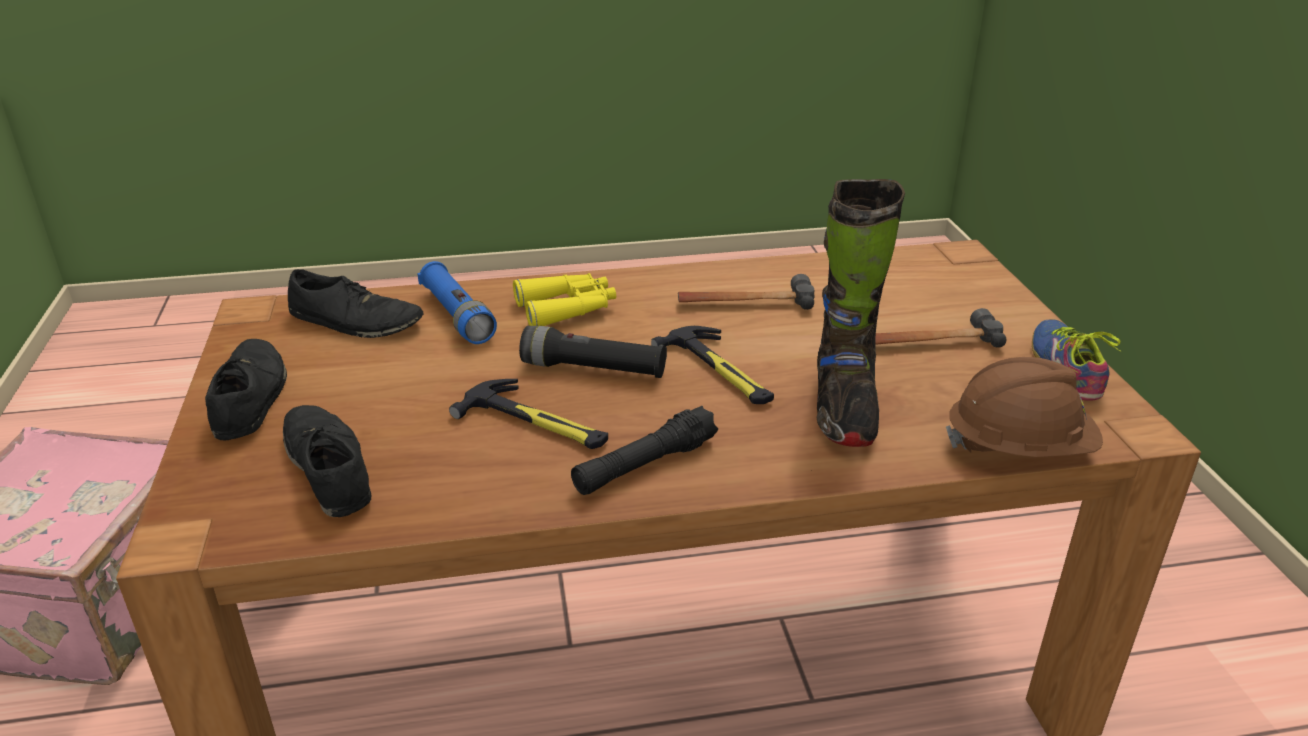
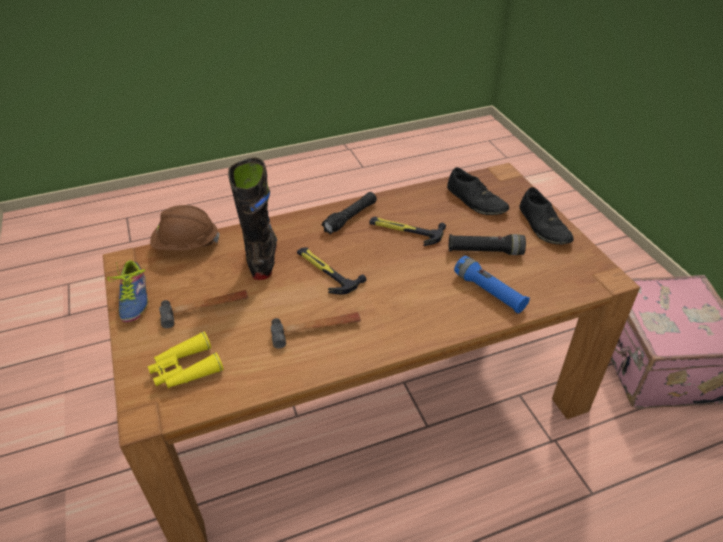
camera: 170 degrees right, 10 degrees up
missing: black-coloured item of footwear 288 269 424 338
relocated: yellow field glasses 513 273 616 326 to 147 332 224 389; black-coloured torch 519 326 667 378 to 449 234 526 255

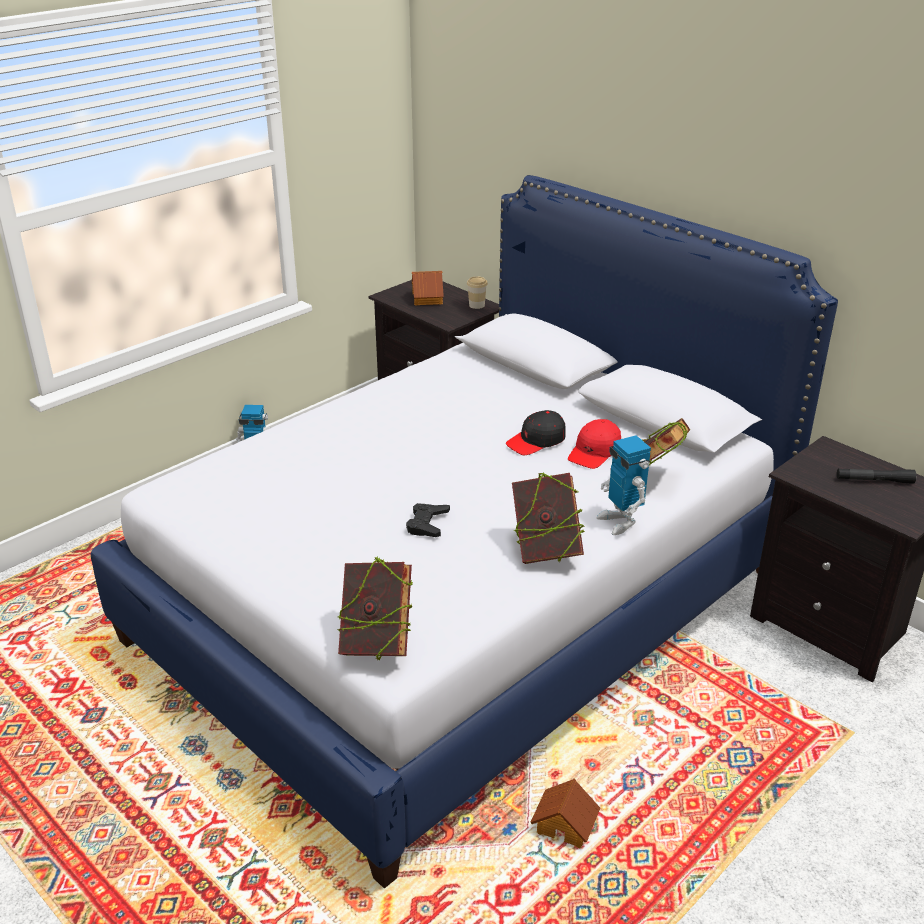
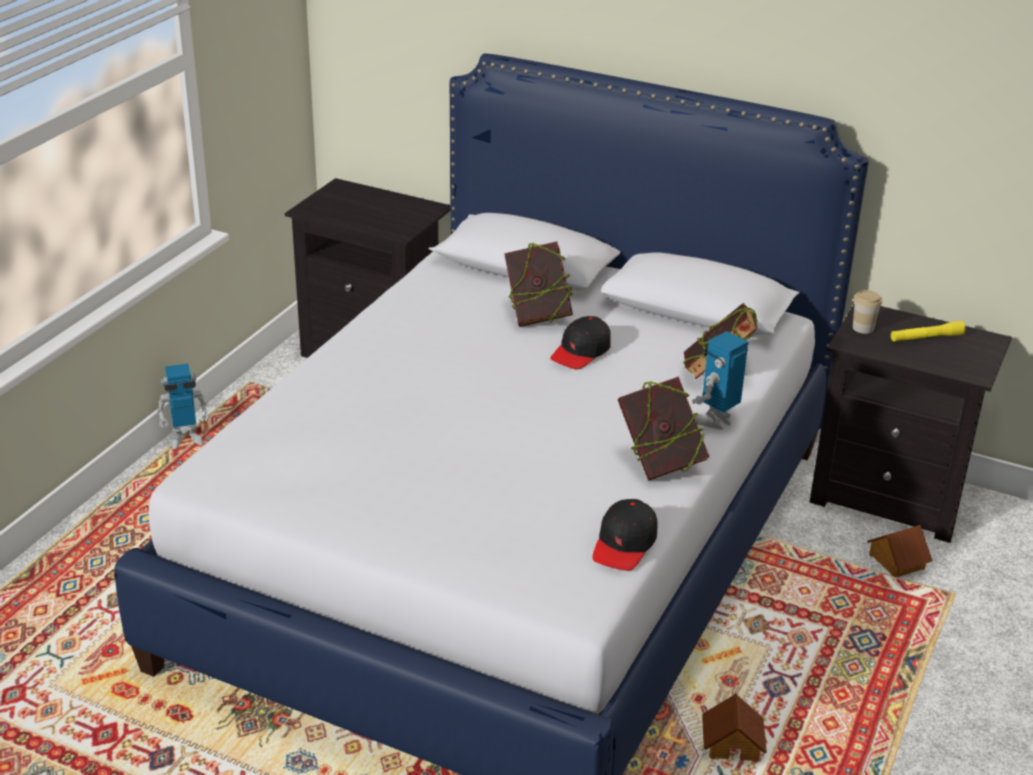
camera: 20 degrees left, 0 degrees up
missing: black-coloured game controller 406 503 450 537; reddish cap 568 419 621 469
appeared: black-coloured cap 592 499 658 571
relocated: book 337 557 413 660 to 504 241 573 327; cup 467 276 488 309 to 853 290 882 334; miniature house 412 271 444 305 to 867 525 932 577
colour: black-coloured torch 837 468 916 484 to yellow torch 891 321 966 342
spun: toy robot 596 435 651 535 = 692 331 749 430 90 degrees clockwise

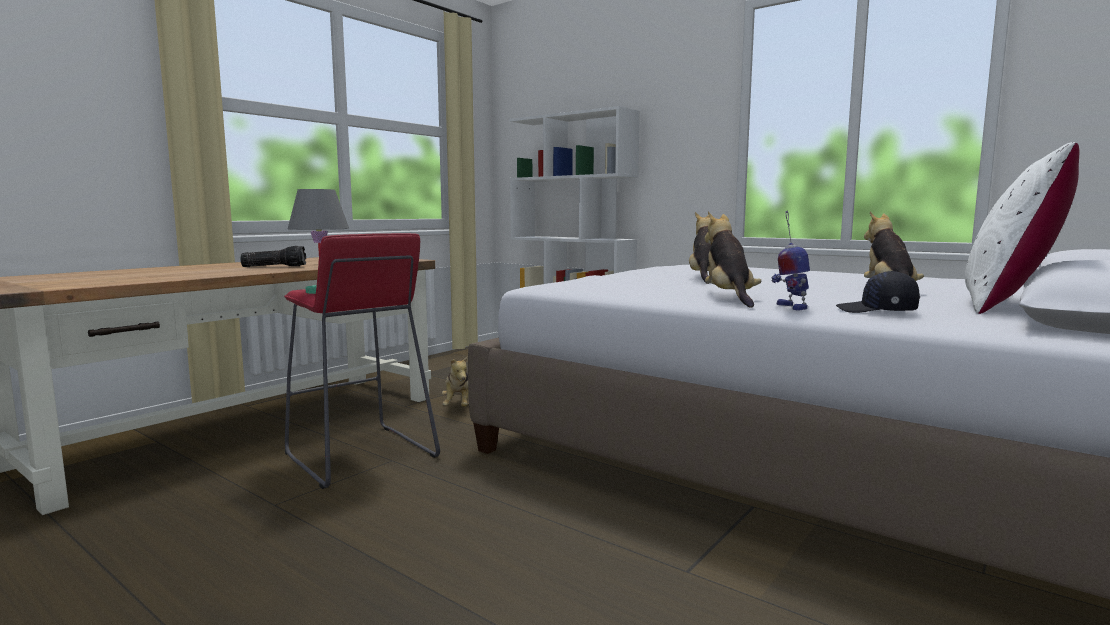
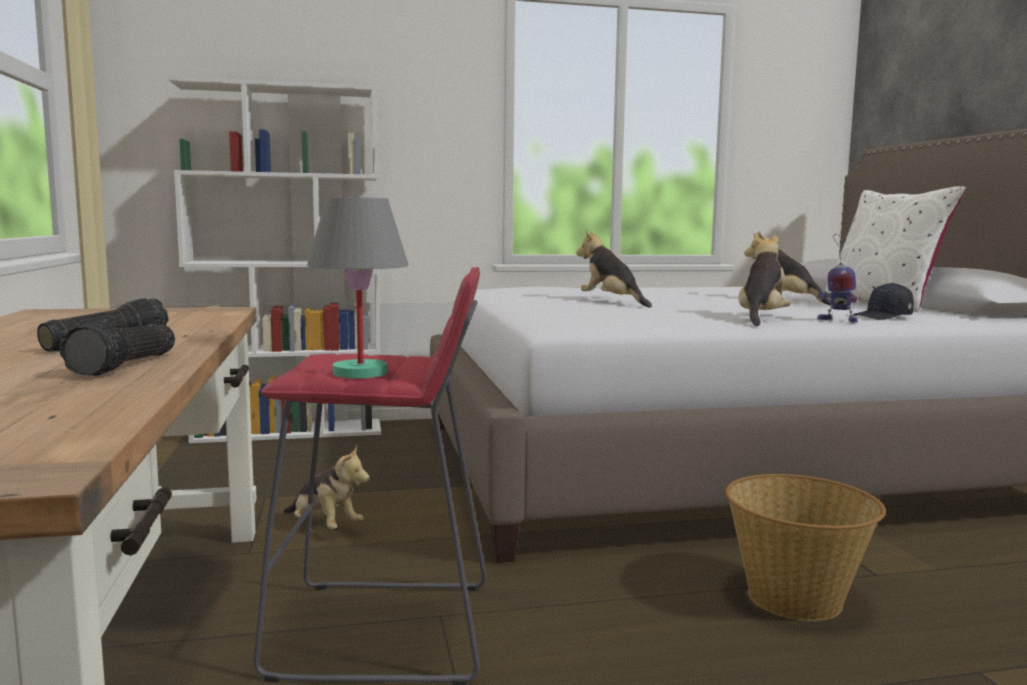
camera: 50 degrees left, 0 degrees up
appeared: torch 60 323 175 376; basket 725 474 886 621
spun: plush toy 705 212 761 308 = 739 233 791 326 75 degrees clockwise

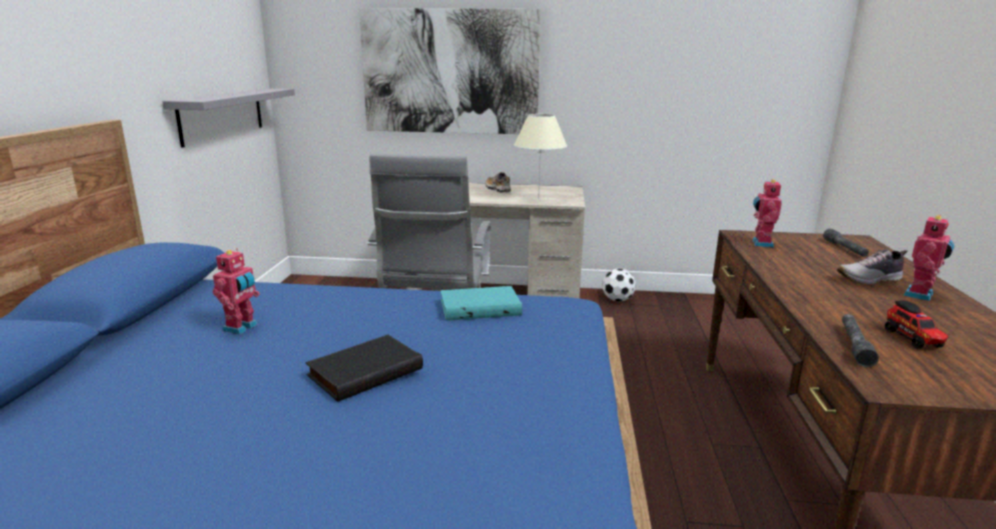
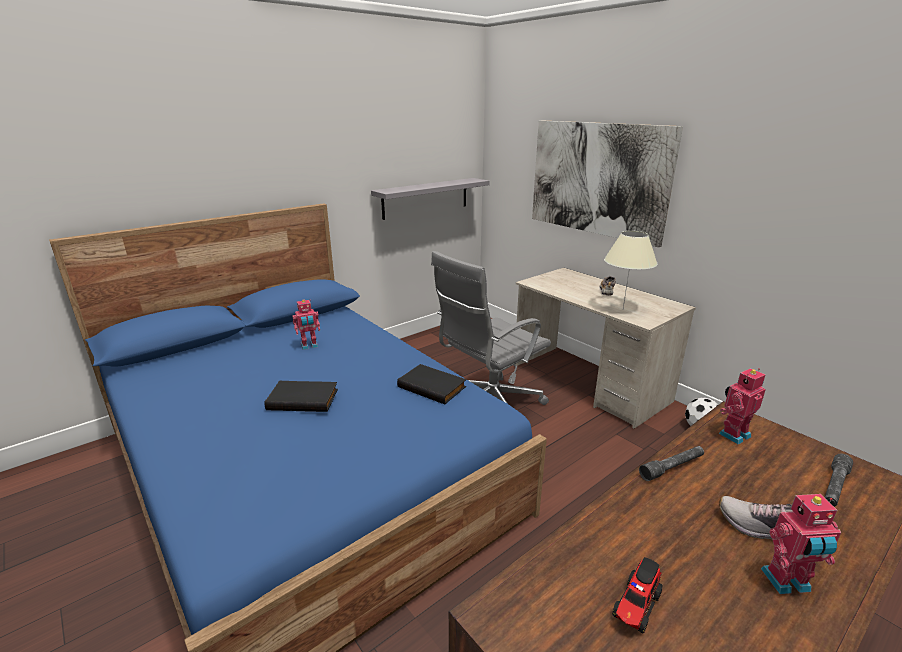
camera: 45 degrees right, 5 degrees up
relocated: gray torch 842 314 879 367 to 639 446 704 481
colour: turquoise-coloured book 440 286 522 321 to black-coloured book 397 364 466 404

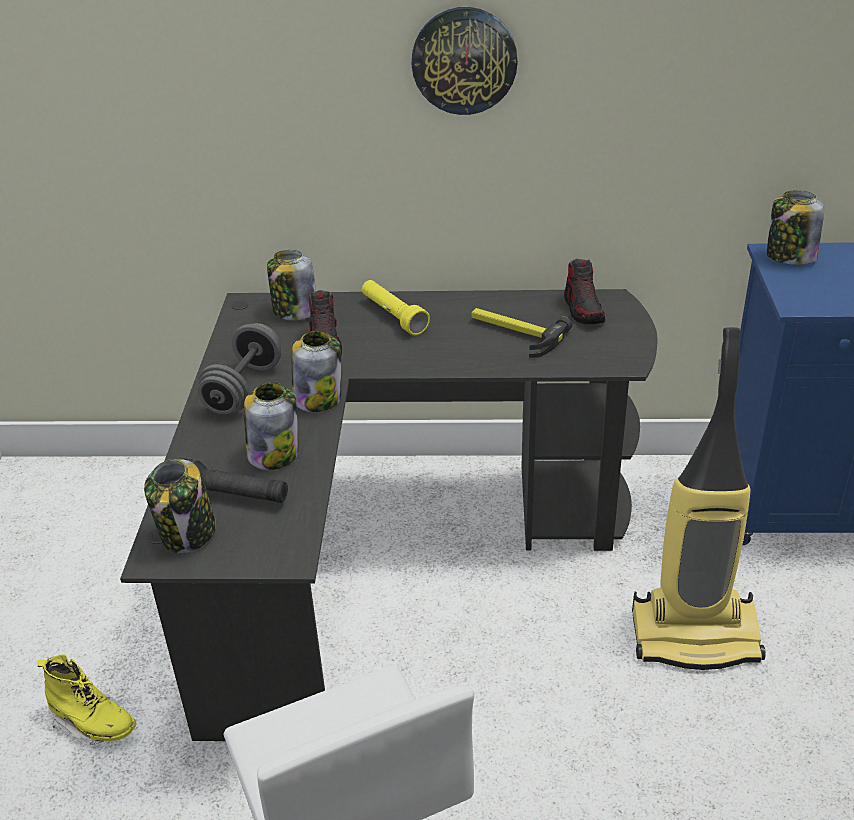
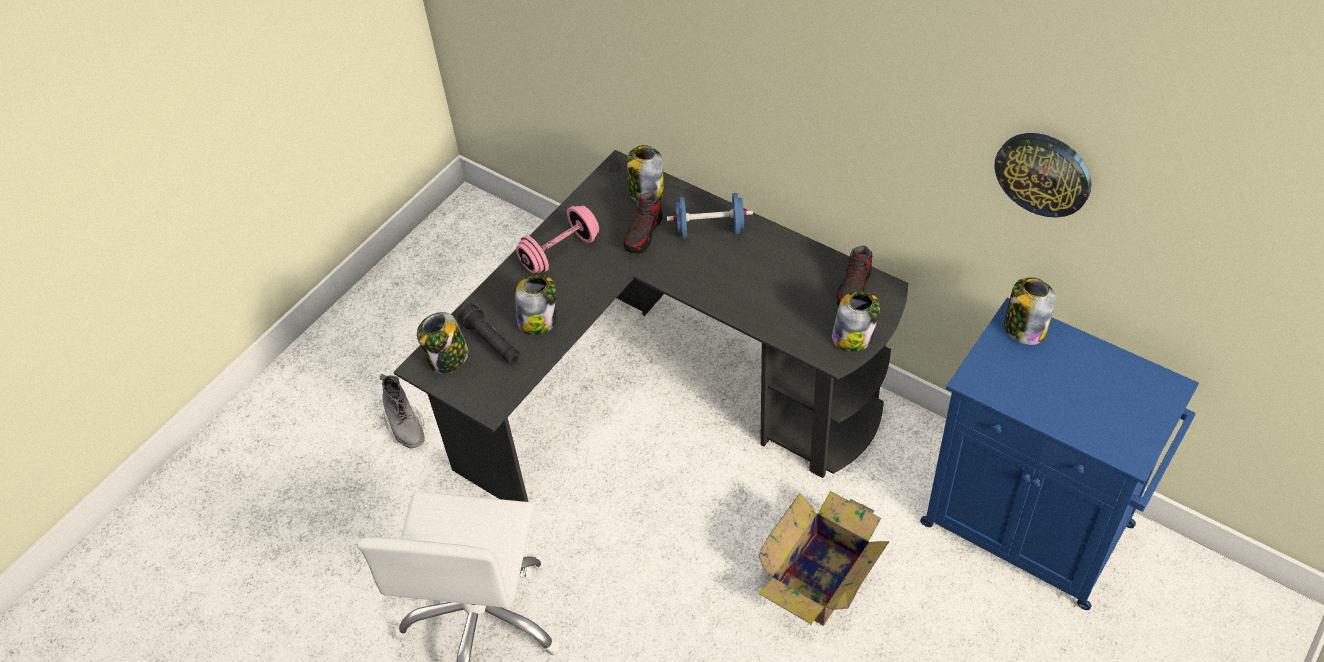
camera: 35 degrees right, 15 degrees up
missing: tool hammer 471 308 572 358
relocated: storage jar 292 331 341 412 to 832 291 880 352; wall clock 411 7 518 115 to 994 133 1092 218
exchanged: yellow torch 362 280 430 336 to blue-coloured free weight 667 193 753 238; vacuum cleaner 632 327 766 670 to carton 759 491 889 626
colour: yellow tall boot 37 654 137 745 to gray tall boot 379 374 425 448; gray free weight 198 323 281 415 to pink free weight 516 206 599 273

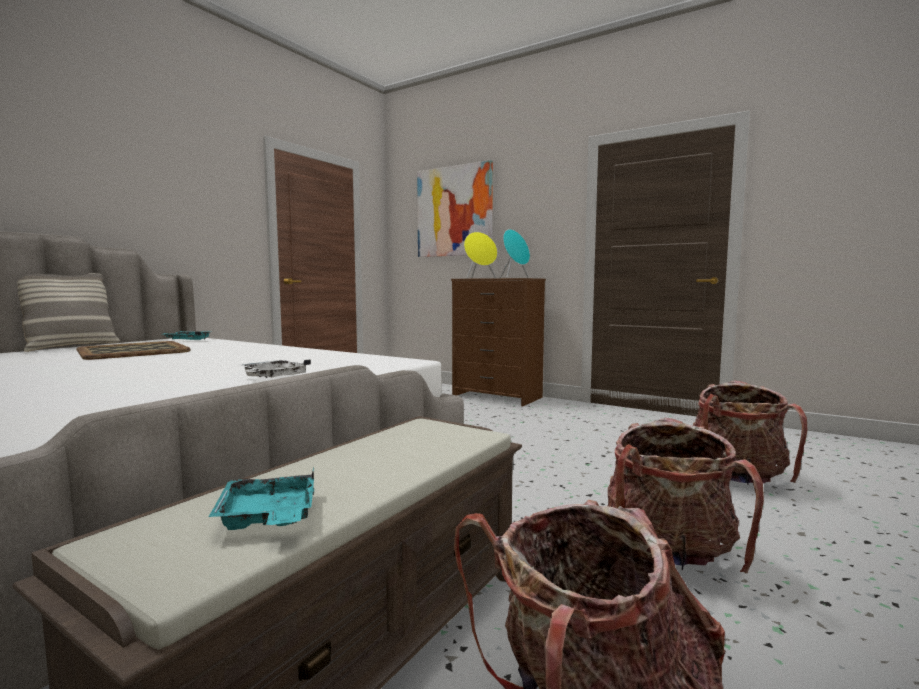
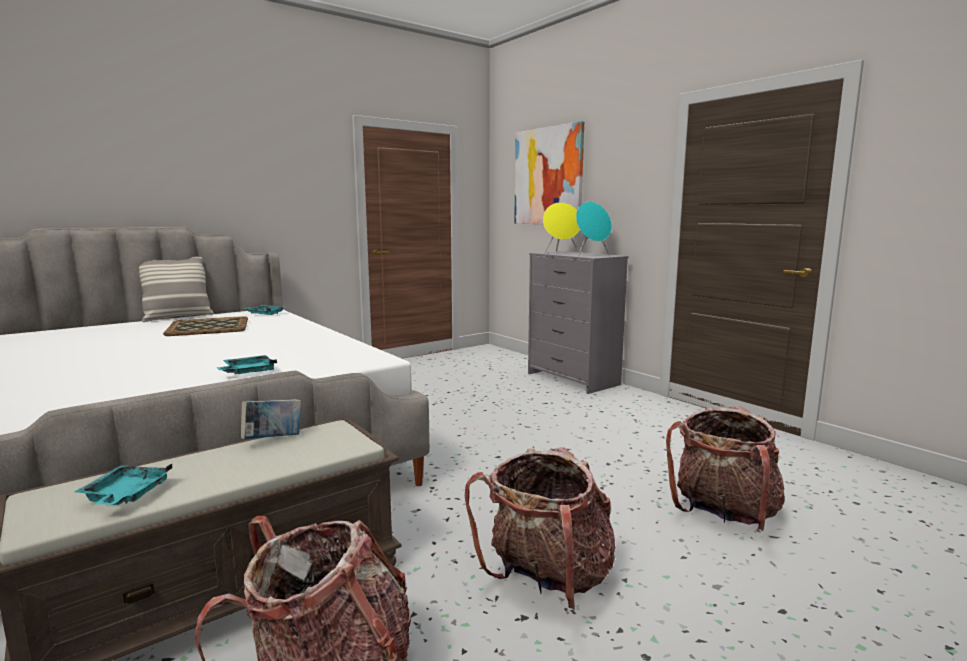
camera: 20 degrees right, 5 degrees up
appeared: book 241 399 301 439
colour: white carrying tray 239 360 311 378 to turquoise-coloured carrying tray 217 355 277 374; brown chest of drawers 451 278 546 406 to gray chest of drawers 528 251 629 394

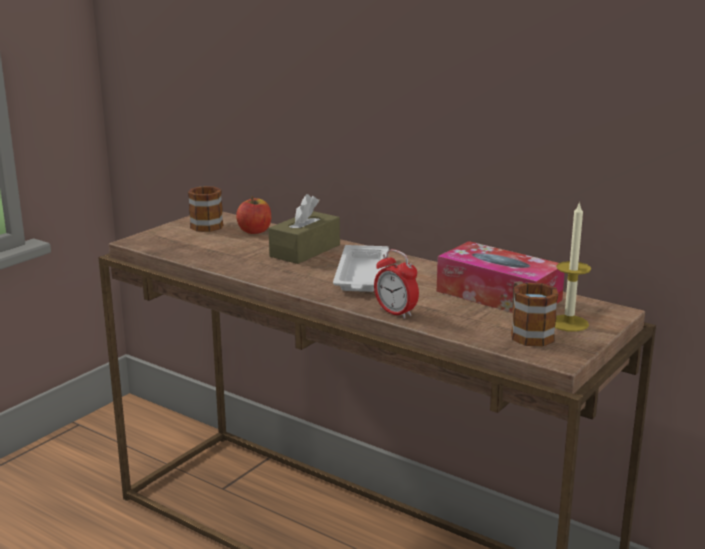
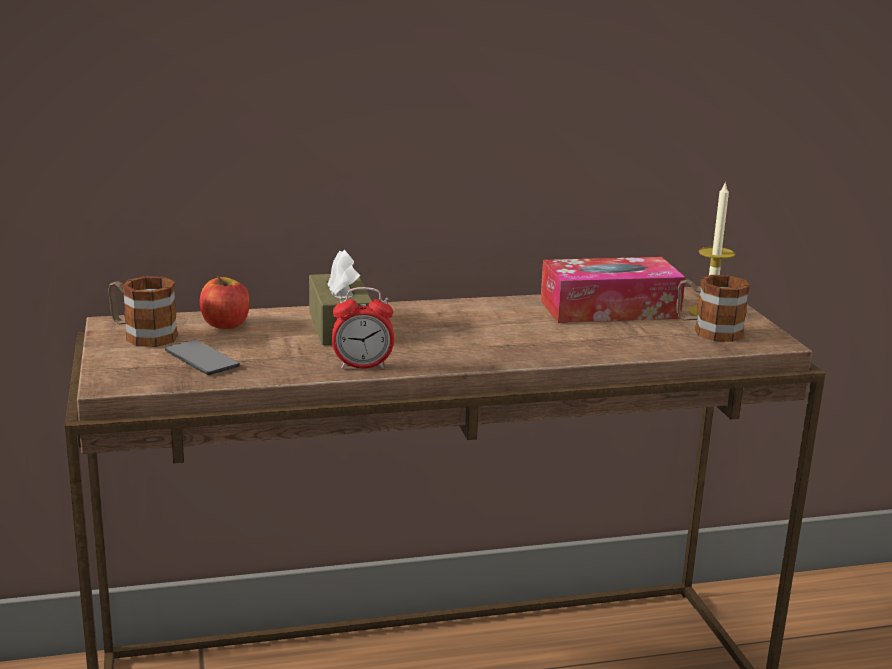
camera: 50 degrees left, 0 degrees up
missing: white carrying tray 333 245 389 292
appeared: telephone 165 340 240 375
relocated: alarm clock 374 249 419 319 to 332 287 394 369

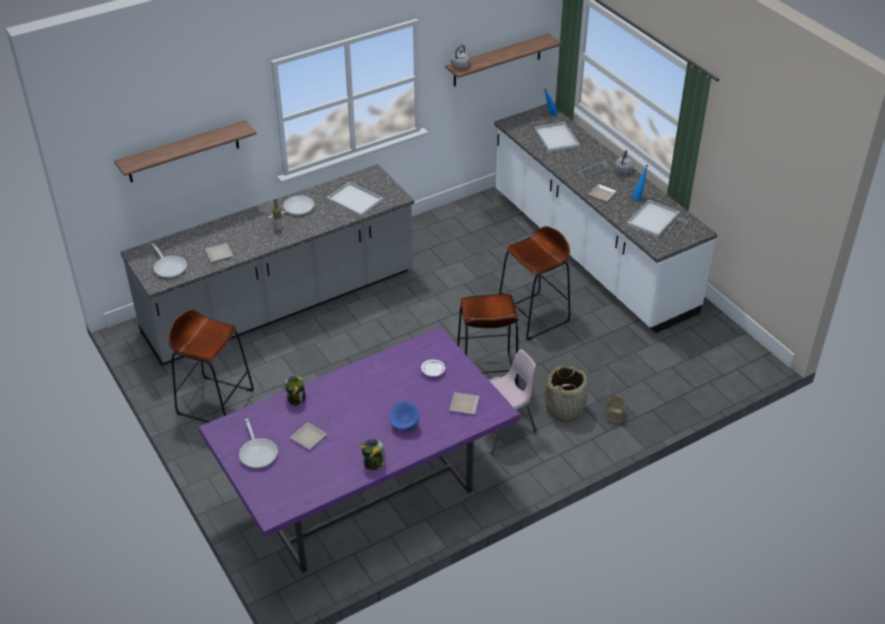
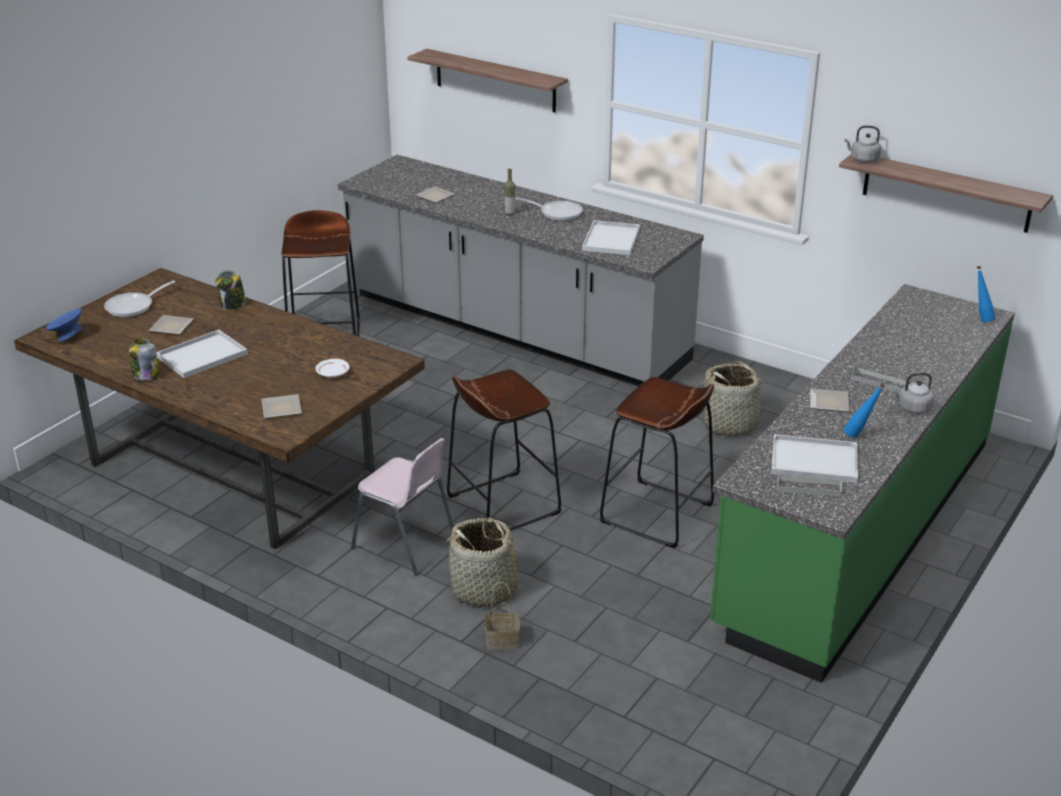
camera: 65 degrees right, 10 degrees down
missing: frying pan 152 243 187 278
appeared: basket 697 361 775 436
relocated: blue-coloured deep dish 390 401 419 431 to 46 308 82 342; white carrying tray 535 122 580 152 to 156 330 248 378
colour: purplish kitchen table 199 327 520 573 to brown kitchen table 14 268 425 549; white kitchen counter 494 104 717 333 to green-coloured kitchen counter 710 284 1015 683

